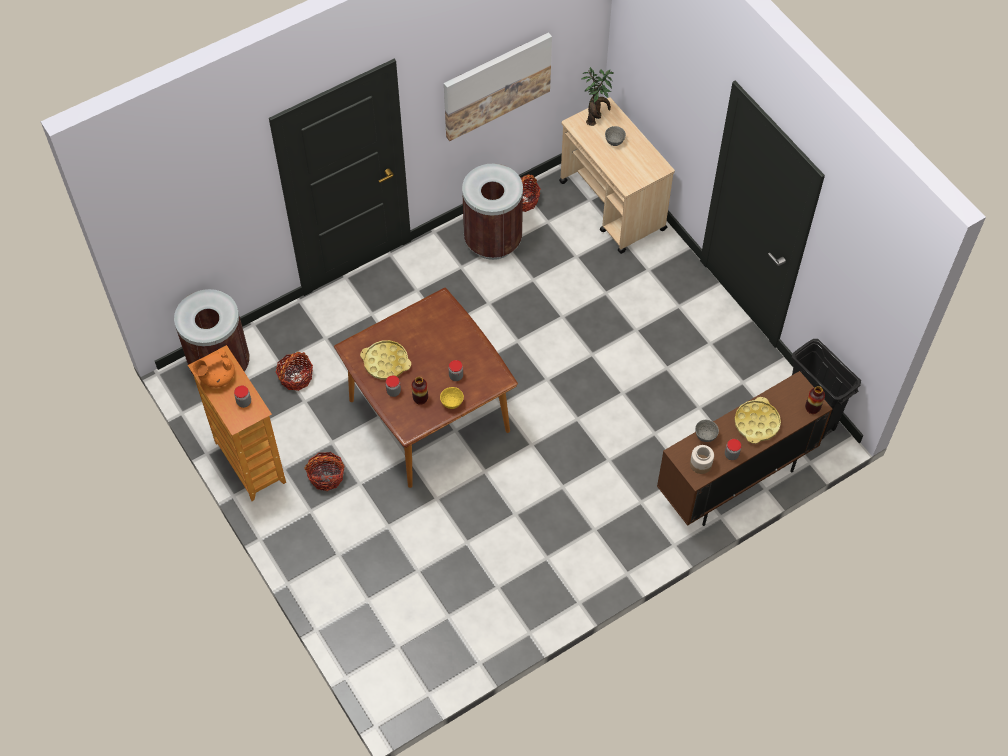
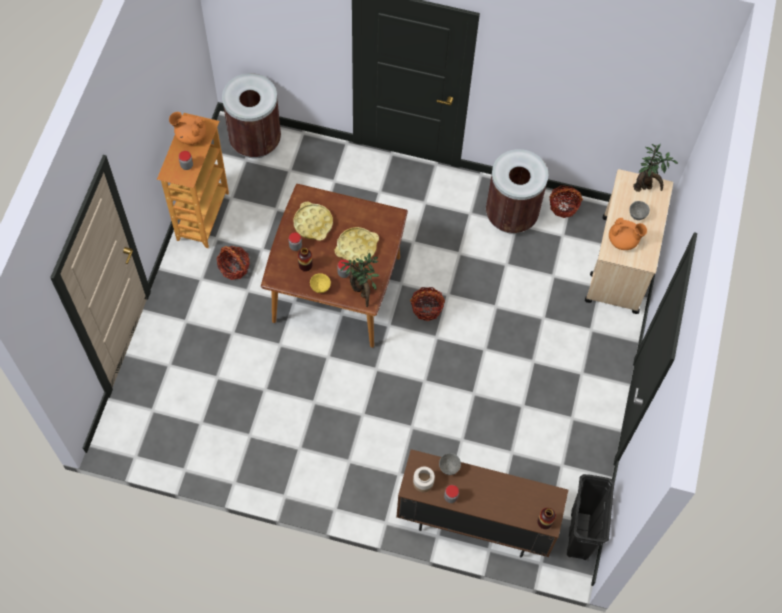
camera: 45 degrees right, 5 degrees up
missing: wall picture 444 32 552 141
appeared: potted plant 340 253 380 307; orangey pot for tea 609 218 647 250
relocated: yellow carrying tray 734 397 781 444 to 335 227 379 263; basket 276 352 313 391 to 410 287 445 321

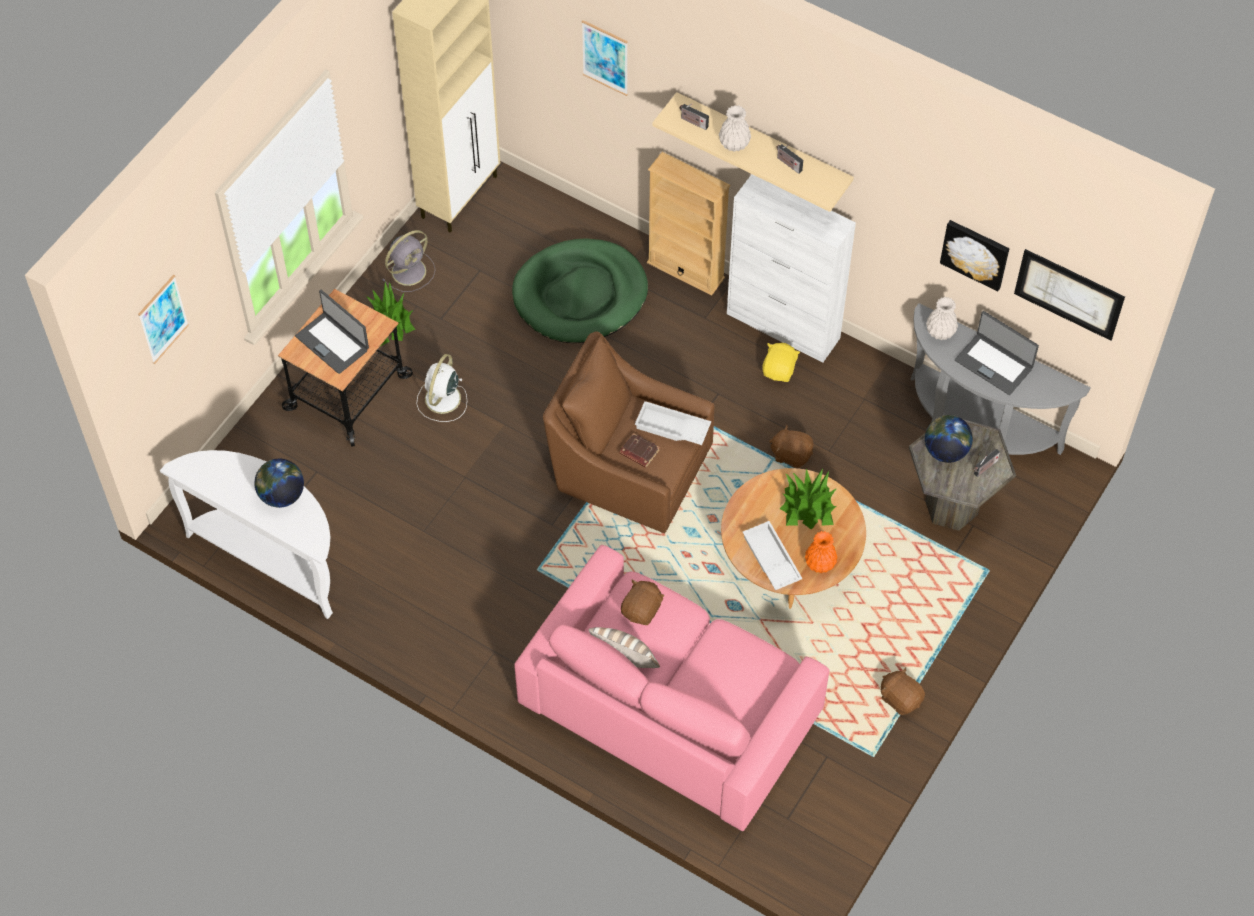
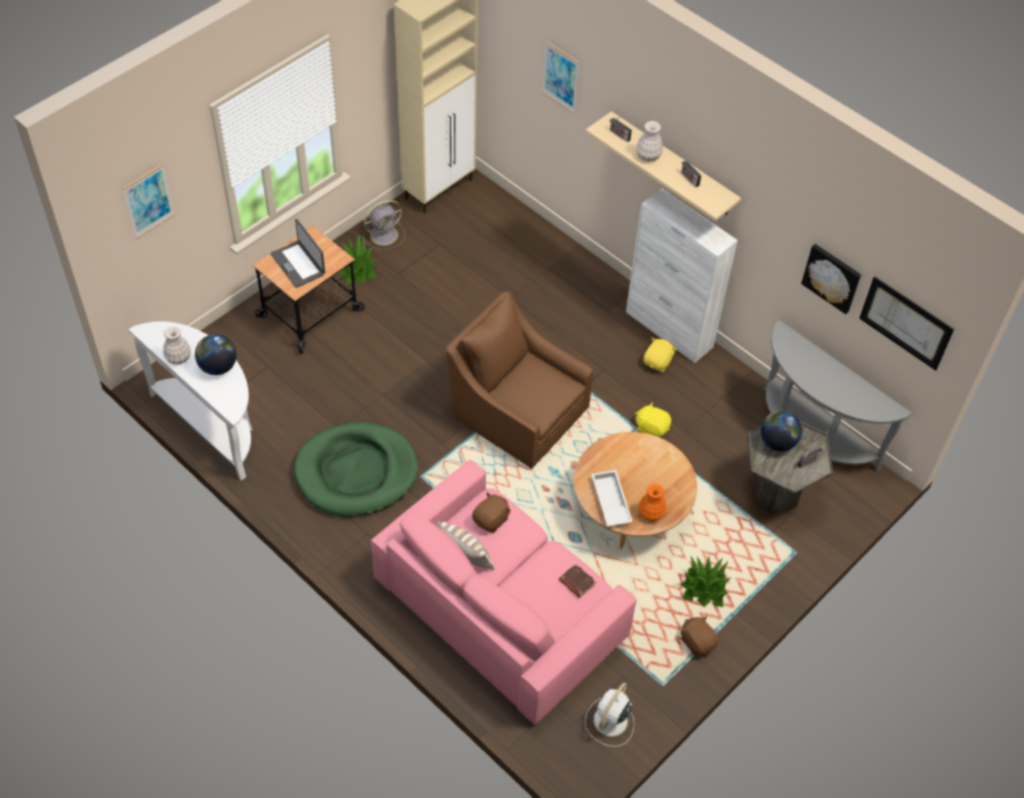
camera: 10 degrees right, 5 degrees down
missing: white carrying tray 635 401 711 445; sand-coloured bookshelf 647 152 730 296; notebook computer 955 311 1039 395
relocated: white flower vase 926 297 958 340 to 163 326 191 365; green-coloured dog cushion 512 238 648 343 to 294 422 418 517; brown book 619 433 660 468 to 559 564 596 598; white cooling fan 416 354 467 422 to 585 683 634 747; potted plant 780 469 837 530 to 681 556 732 607
colour: brown plush toy 769 425 813 468 to yellow plush toy 635 403 671 437

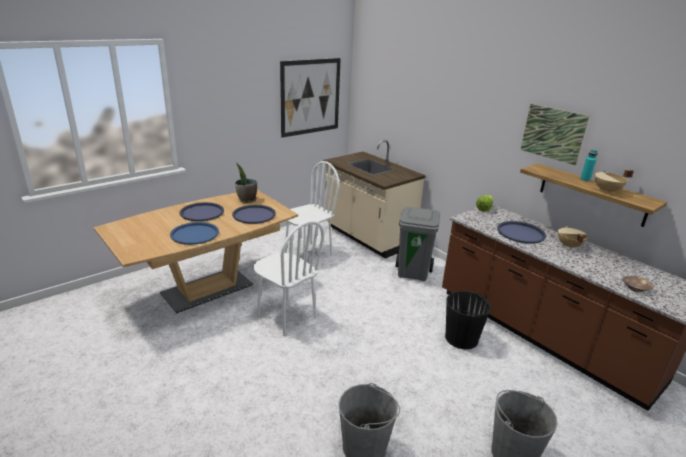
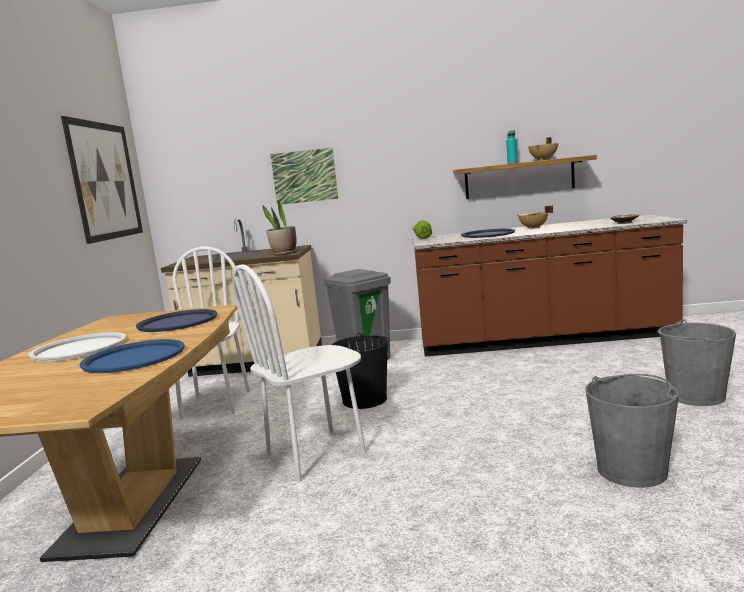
camera: 45 degrees left, 15 degrees down
relocated: potted plant 235 162 257 203 to 262 201 297 255; wall picture 521 104 589 165 to 270 147 338 205; black-coloured bucket 445 291 491 349 to 332 333 390 409
colour: blue-coloured carrying tray 180 202 224 221 to white carrying tray 28 332 126 362
spun: white plain chair 254 220 324 336 = 232 264 366 482 150 degrees clockwise

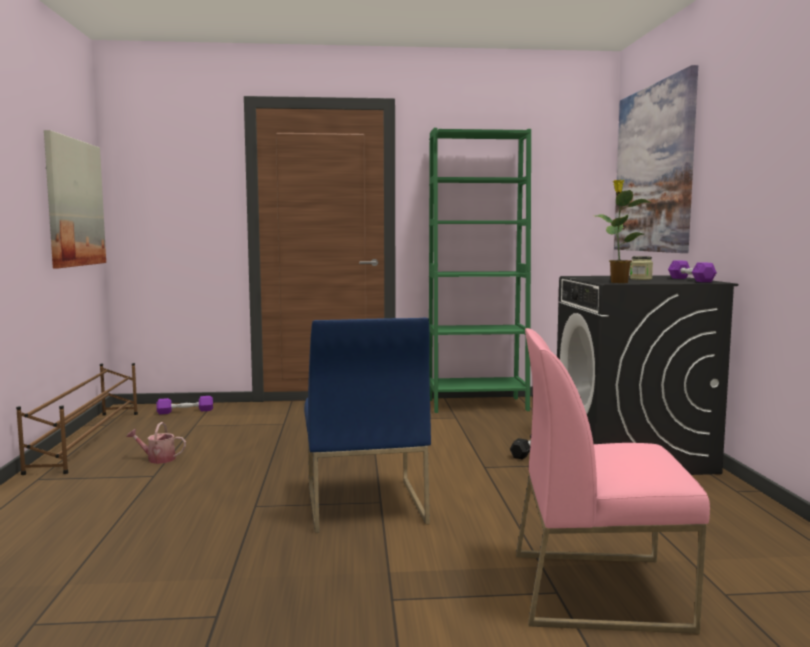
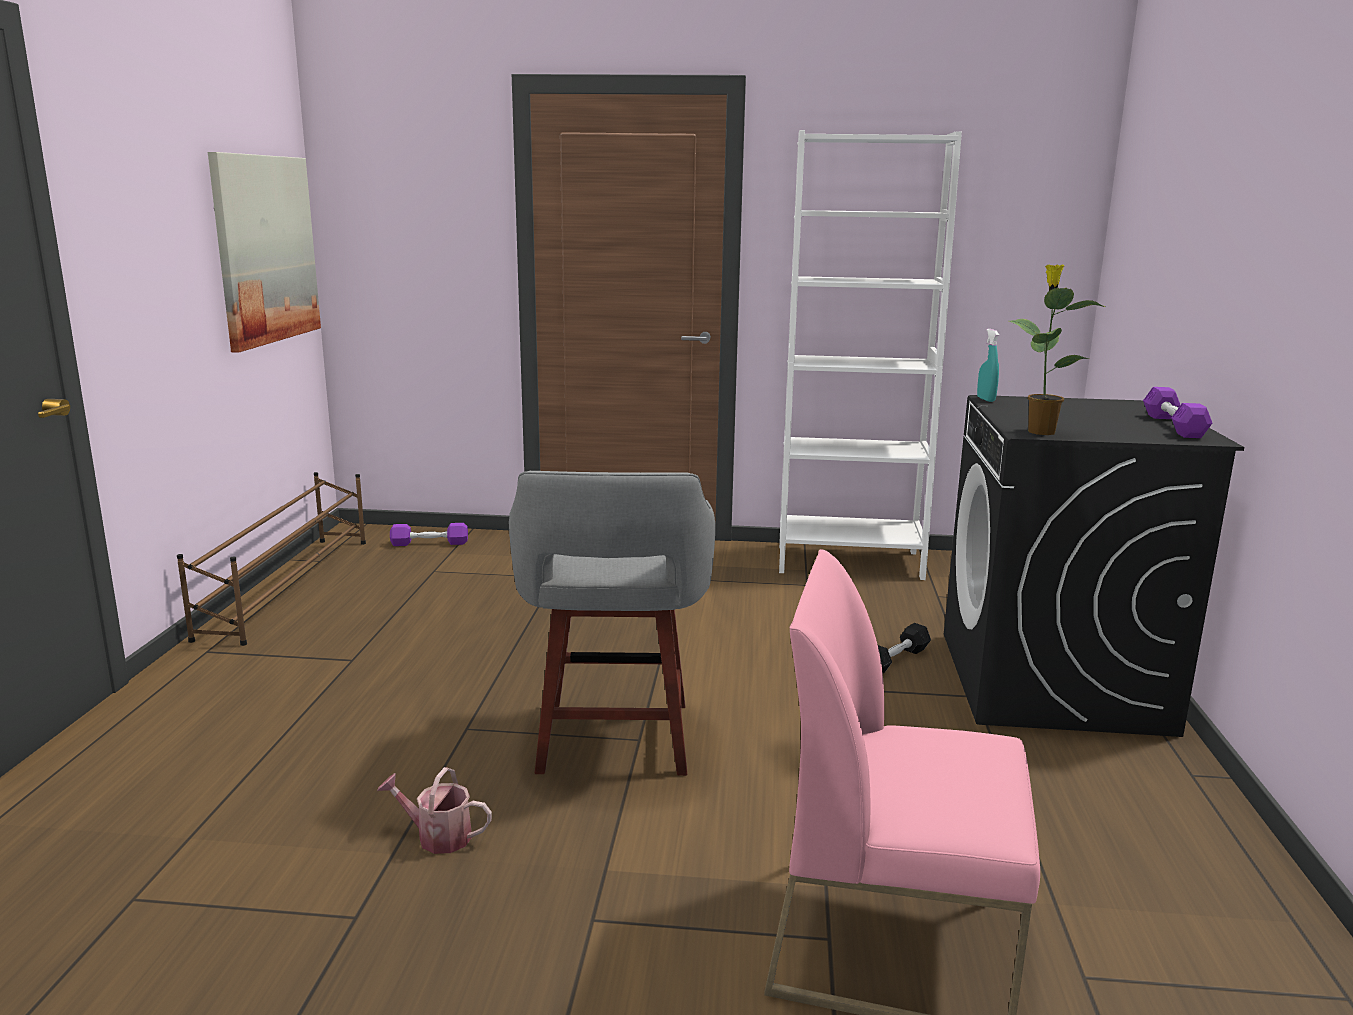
camera: 10 degrees right, 10 degrees up
missing: wall picture 614 65 698 253; storage jar 630 256 653 280
appeared: turquoise-coloured spray bottle 977 329 999 402
relocated: watering pot 126 422 186 464 to 377 767 492 854
exchanged: blue-coloured plain chair 304 318 431 533 to gray stool seat 509 471 715 776
colour: green-coloured bookshelf 429 128 531 413 to white bookshelf 779 130 962 580

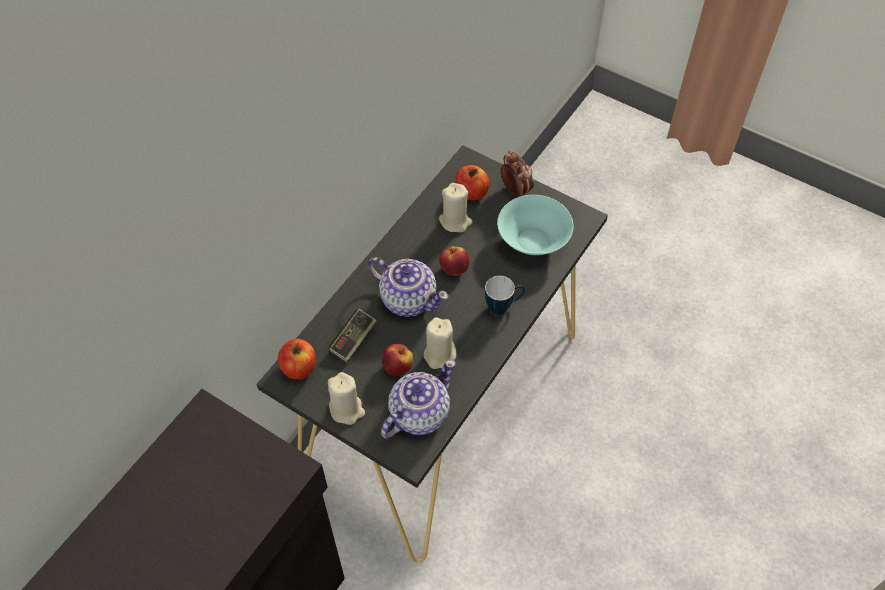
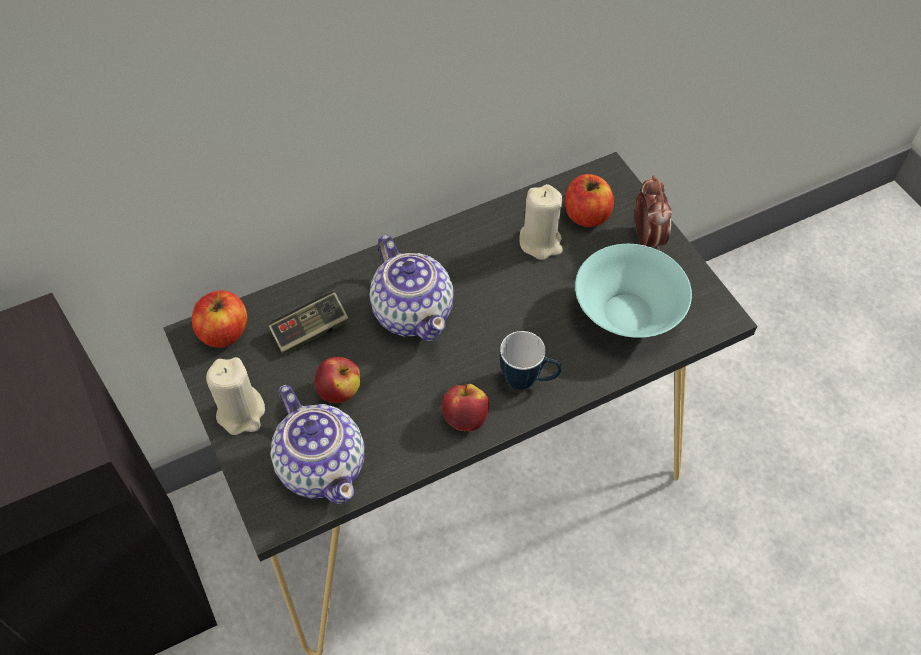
camera: 30 degrees right, 0 degrees up
missing: sand-coloured wax light 423 317 456 369
relocated: apple fruit 439 246 469 275 to 442 384 489 431
spun: pot for tea 381 360 456 439 = 270 385 364 504 75 degrees clockwise

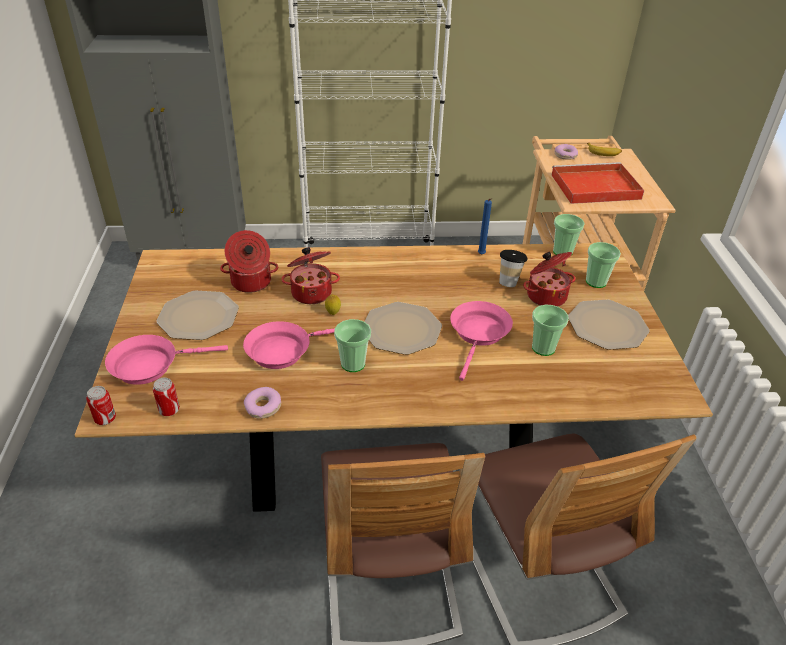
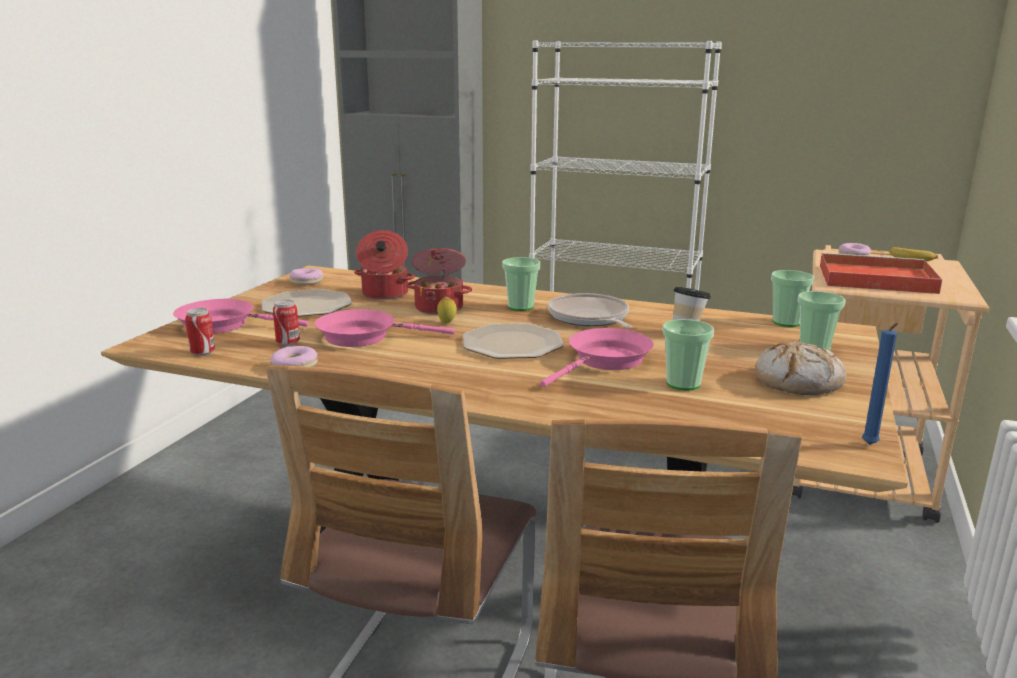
camera: 25 degrees right, 20 degrees down
missing: saucepot 523 252 576 307
appeared: donut 289 268 323 285; frying pan 548 293 632 328
relocated: can 86 386 116 425 to 273 300 300 346; cup 334 319 371 372 to 502 257 540 311; blue-coloured wax light 478 198 492 255 to 862 323 898 445
exchanged: dinner plate 568 300 650 350 to bread 755 341 846 395

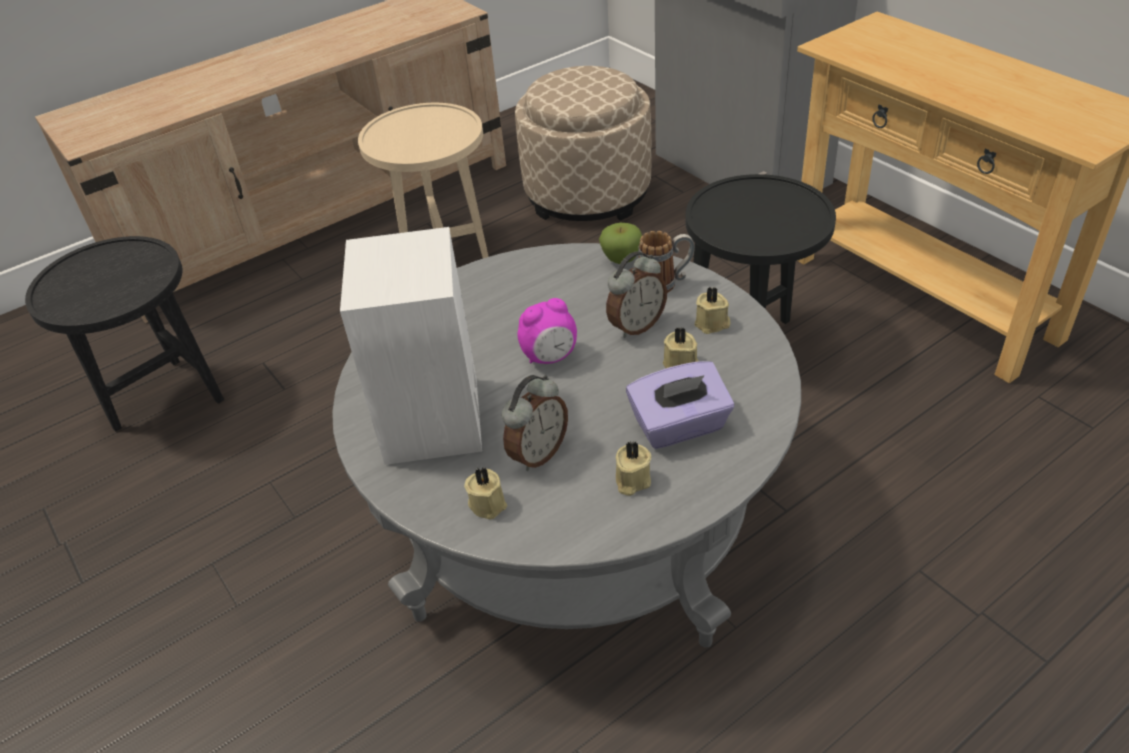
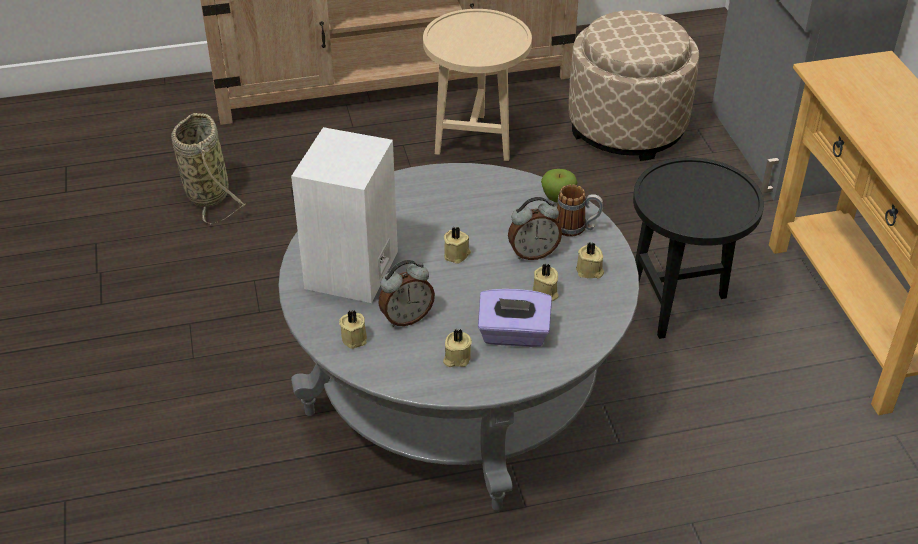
camera: 20 degrees right, 0 degrees up
exchanged: black-coloured accent table 25 236 224 431 to basket 171 113 245 224; alarm clock 517 298 577 364 to sand-coloured wax light 444 226 471 264

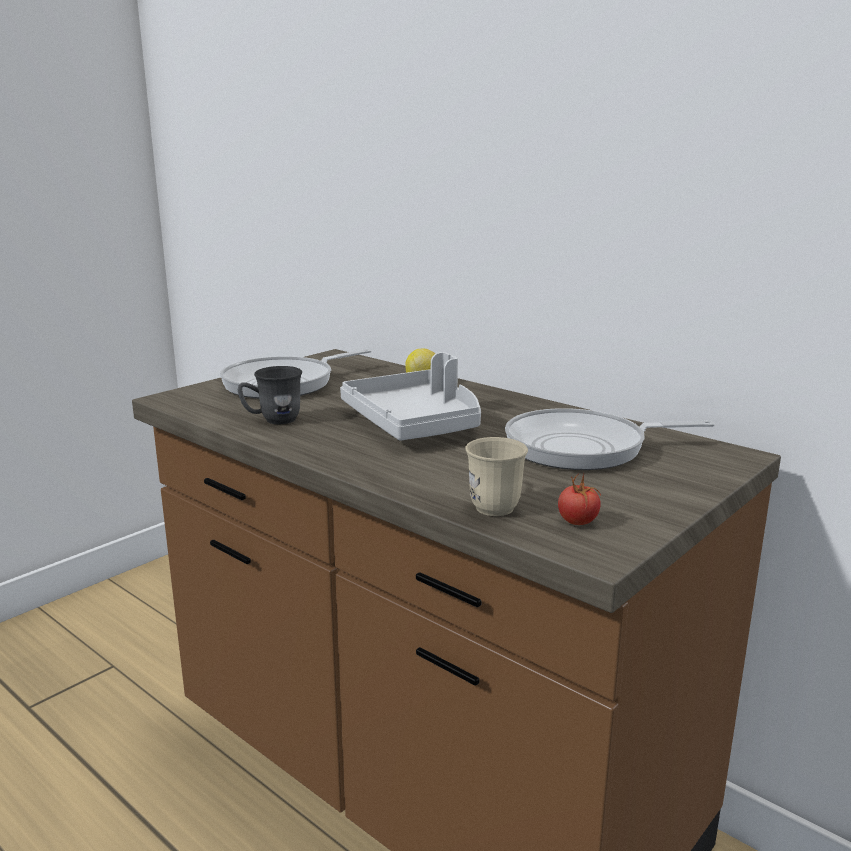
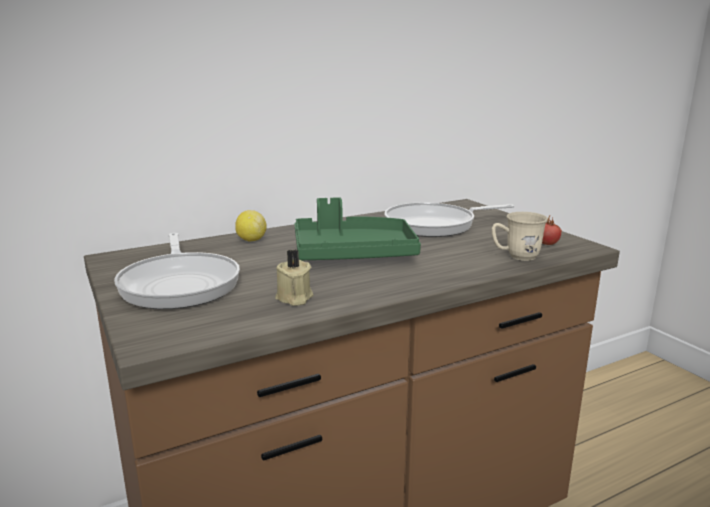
camera: 70 degrees left, 0 degrees up
exchanged: gray mug 238 366 302 424 to sand-coloured wax light 275 249 314 306
colour: gray carrying tray 340 352 481 440 to green-coloured carrying tray 294 197 421 260
spun: frying pan 505 408 715 470 = 385 203 514 237 60 degrees clockwise

